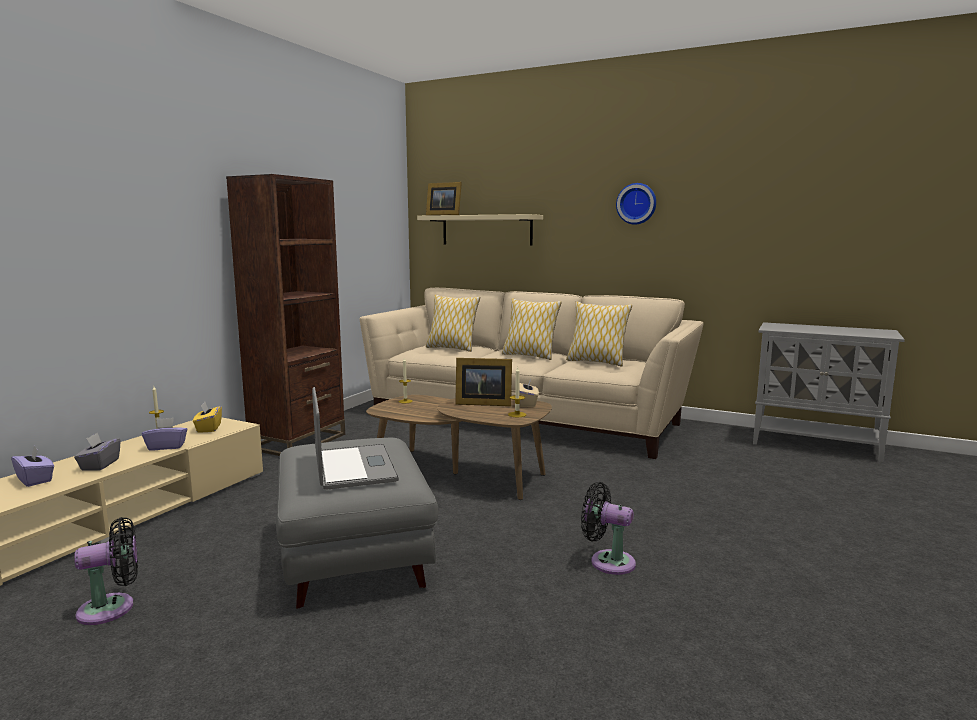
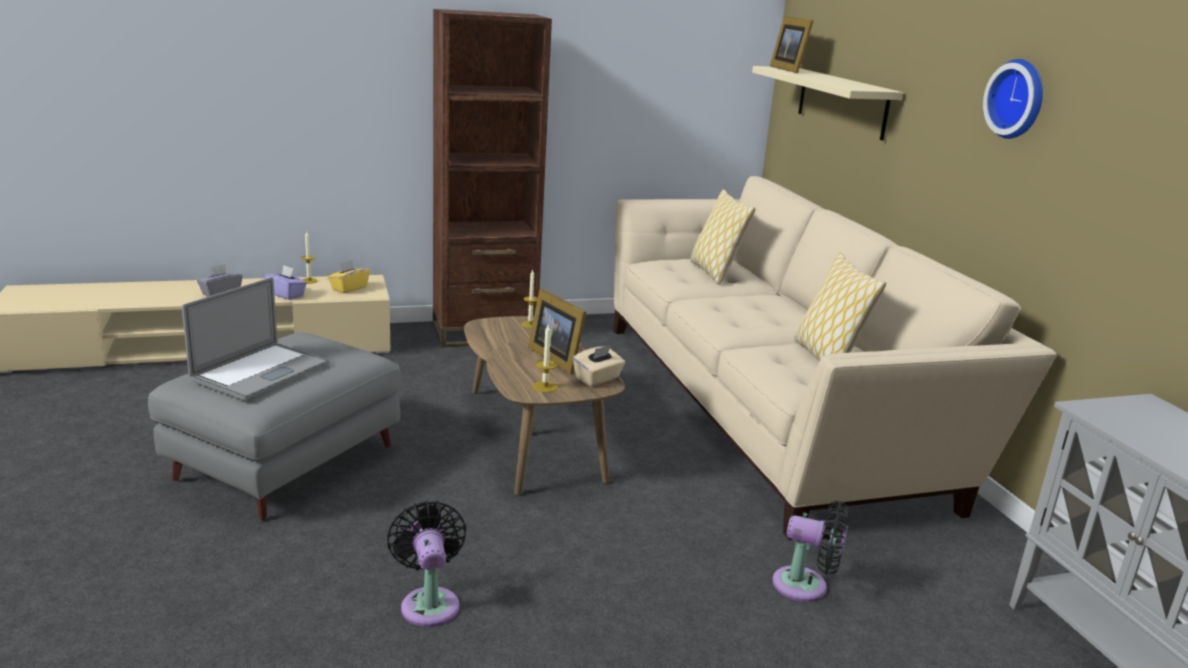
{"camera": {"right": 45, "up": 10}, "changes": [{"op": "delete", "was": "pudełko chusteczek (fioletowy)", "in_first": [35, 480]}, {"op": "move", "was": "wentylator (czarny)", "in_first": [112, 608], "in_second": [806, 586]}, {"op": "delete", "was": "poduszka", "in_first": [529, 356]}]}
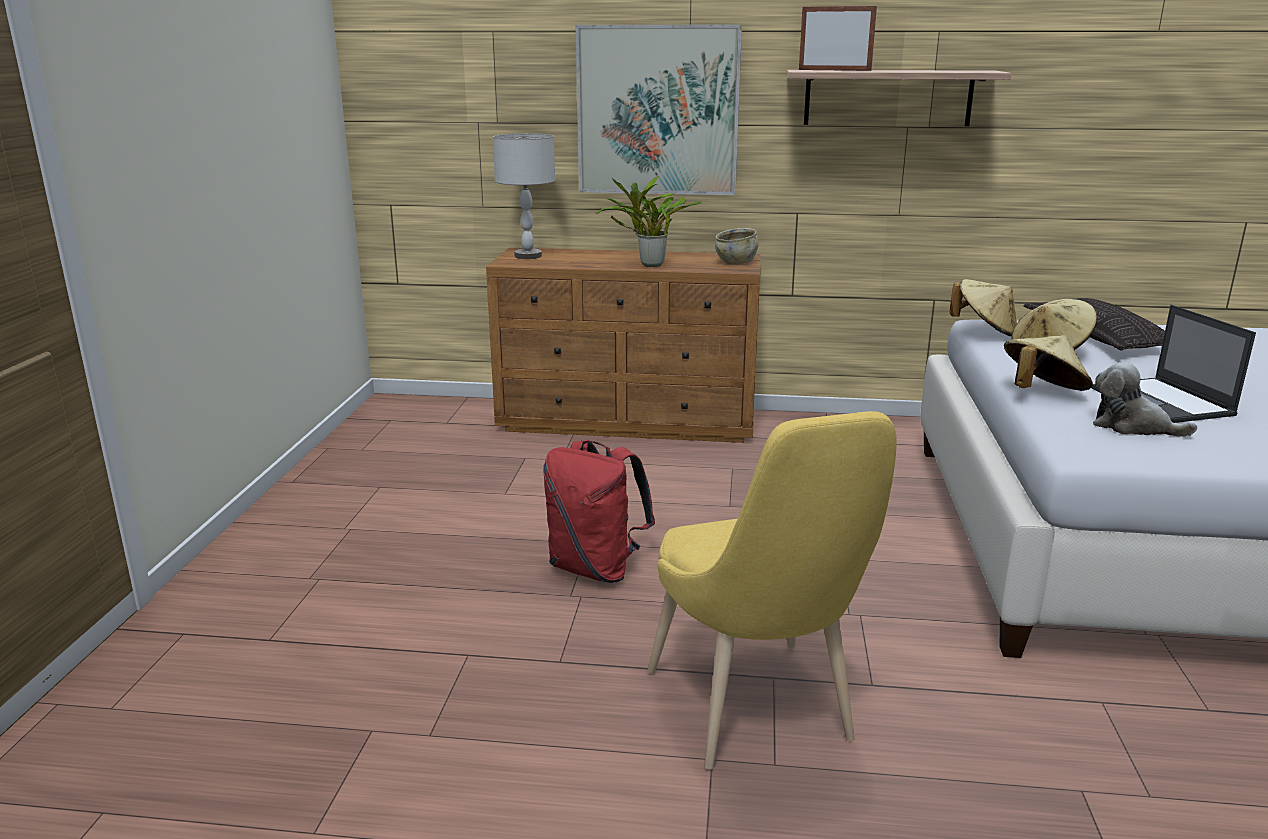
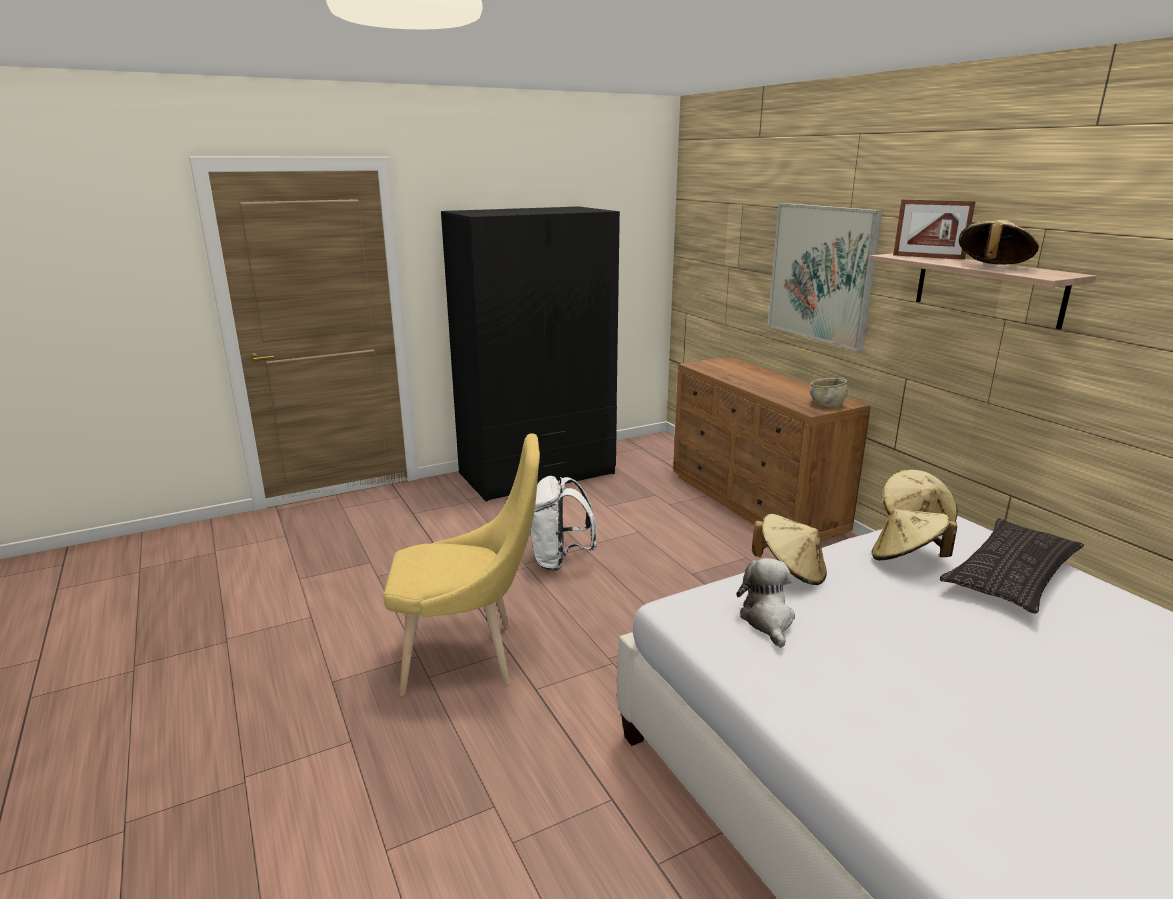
{"camera": {"right": 55, "up": 0}, "changes": [{"op": "delete", "was": "lampa stołowa (szary)", "in_first": [527, 256]}, {"op": "recolor", "was": "plecak (czerwony)", "now": "plecak (biały)", "in_first": [596, 568], "in_second": [560, 560]}, {"op": "delete", "was": "roślina doniczkowa", "in_first": [648, 264]}, {"op": "rotate", "was": "krzesło (żółty)", "in_first": [755, 713], "in_second": [469, 656], "clockwise": -135}, {"op": "rotate", "was": "ramka na zdjęcie", "in_first": [834, 70], "in_second": [928, 257], "clockwise": 135}, {"op": "delete", "was": "laptop", "in_first": [1163, 402]}, {"op": "insert", "now": "szafa (czarny)", "in_second": [538, 473]}, {"op": "insert", "now": "kapelusz (beżowy)", "in_second": [992, 267]}]}
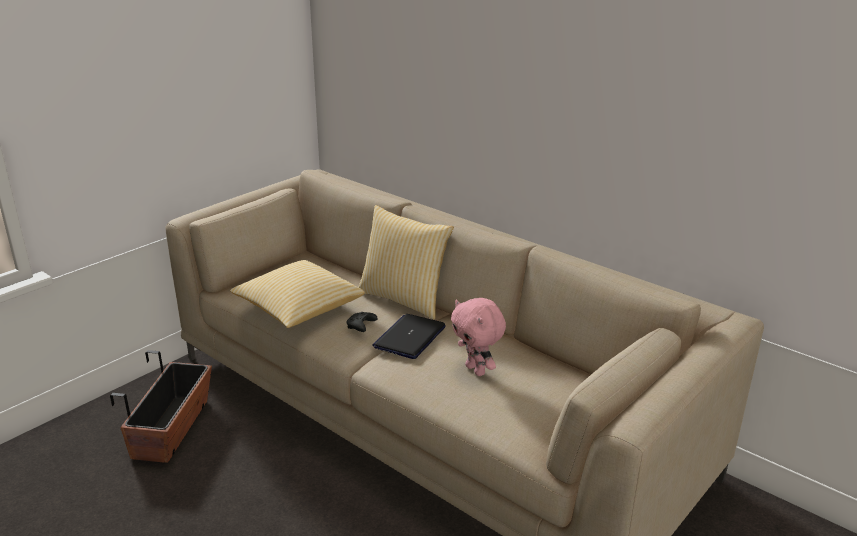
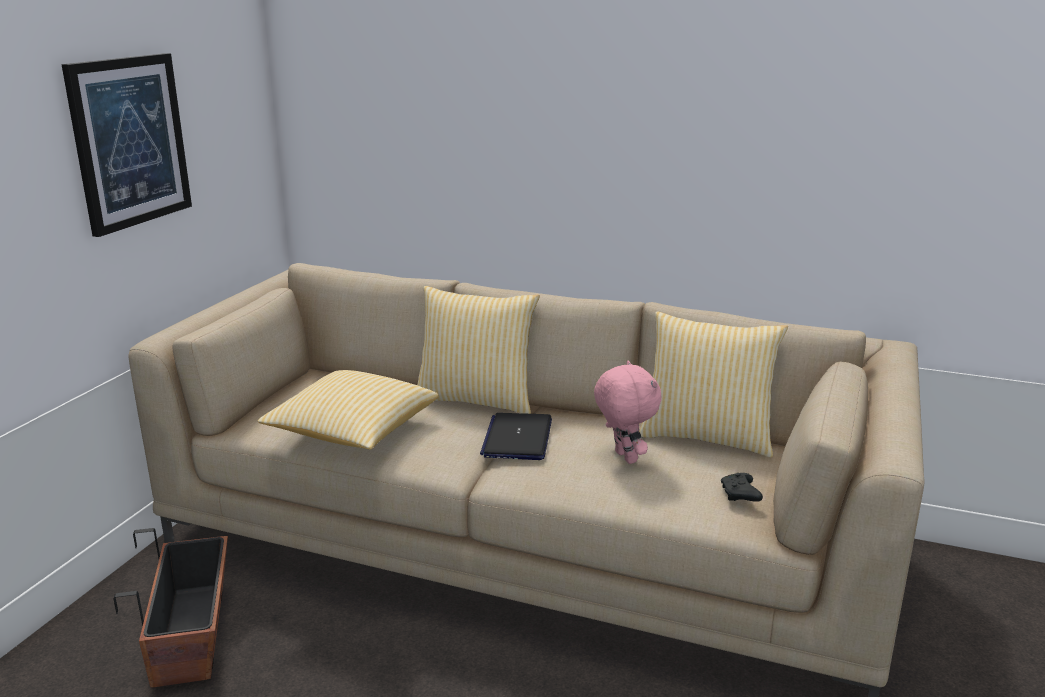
{"camera": {"right": -20, "up": -5}, "changes": [{"op": "move", "was": "pad do gier (czarny)", "in_first": [361, 327], "in_second": [740, 495]}, {"op": "rotate", "was": "pluszak (różowy)", "in_first": [476, 370], "in_second": [623, 457], "clockwise": -150}, {"op": "insert", "now": "obraz", "in_second": [129, 141]}, {"op": "insert", "now": "poduszka", "in_second": [707, 436]}]}
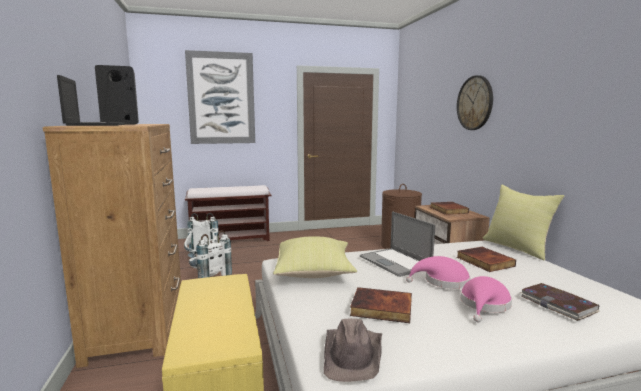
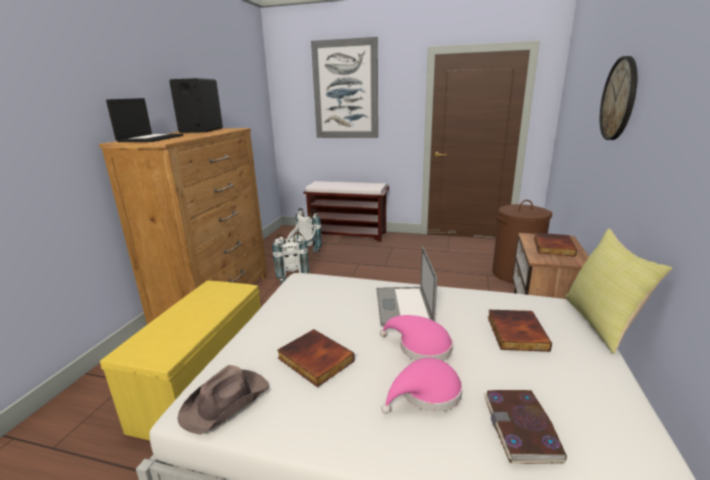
{"camera": {"right": 30, "up": 10}, "changes": [{"op": "delete", "was": "poduszka (żółty)", "in_first": [314, 273]}]}
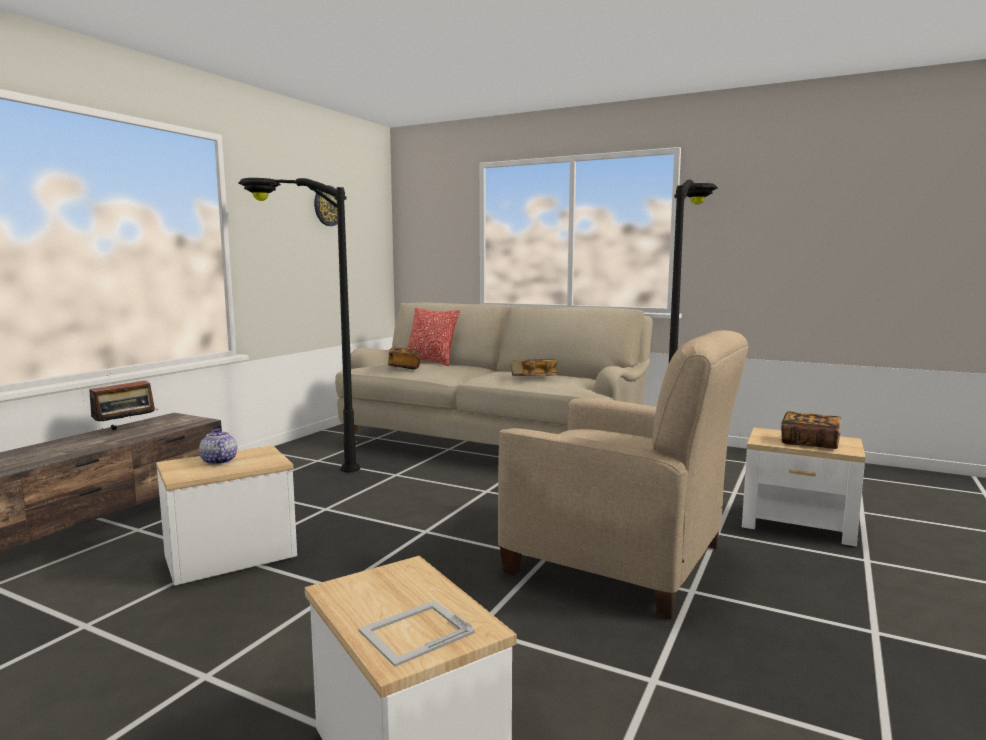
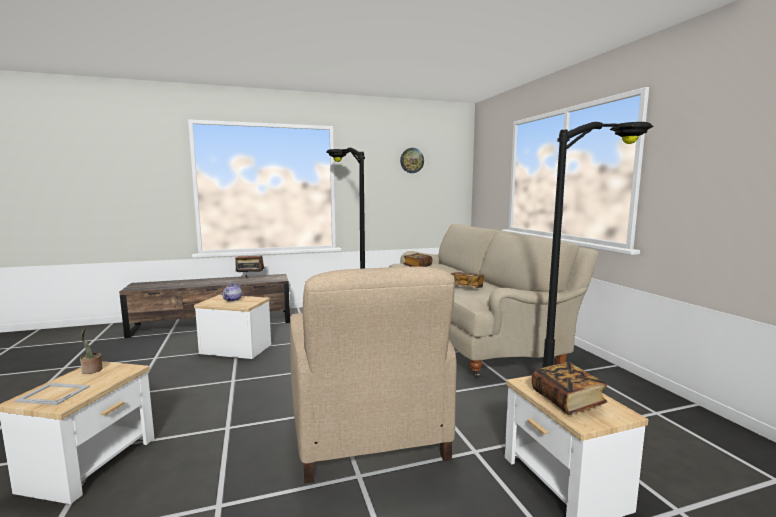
{"camera": {"right": 45, "up": 0}, "changes": [{"op": "delete", "was": "poduszka", "in_first": [431, 362]}, {"op": "insert", "now": "roślina doniczkowa", "in_second": [92, 371]}]}
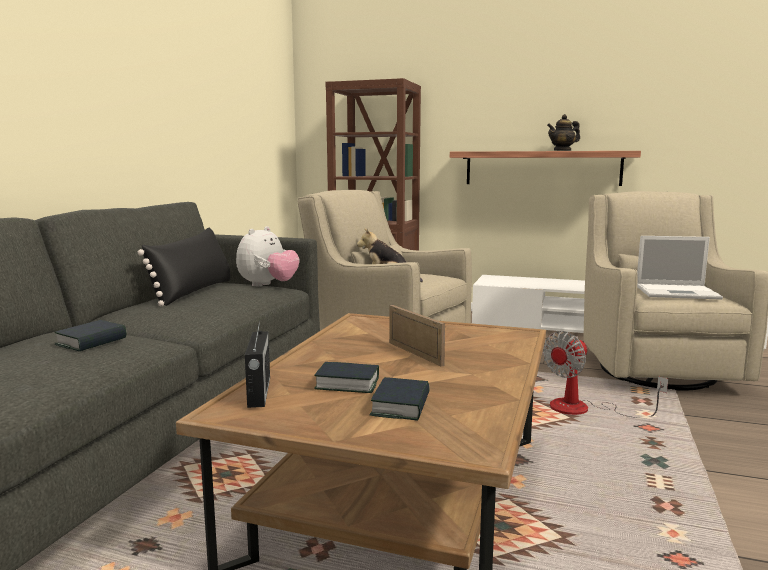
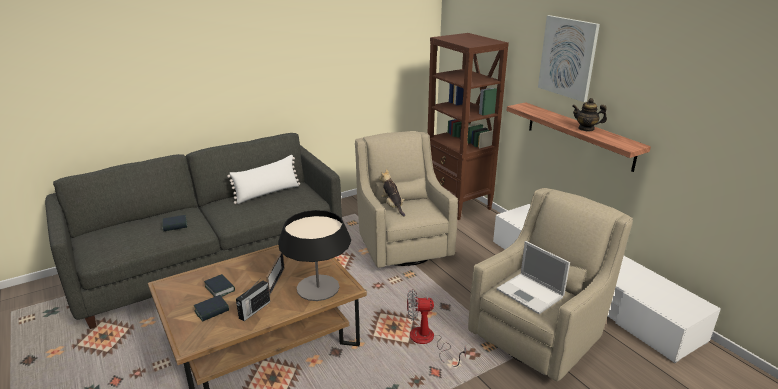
{"camera": {"right": 40, "up": 15}, "changes": [{"op": "recolor", "was": "poduszka (czarny)", "now": "poduszka (biały)", "in_first": [193, 292], "in_second": [267, 193]}, {"op": "delete", "was": "pluszak", "in_first": [268, 286]}, {"op": "move", "was": "radio", "in_first": [258, 392], "in_second": [254, 310]}, {"op": "insert", "now": "lampa stołowa", "in_second": [318, 287]}, {"op": "insert", "now": "obraz", "in_second": [568, 57]}]}
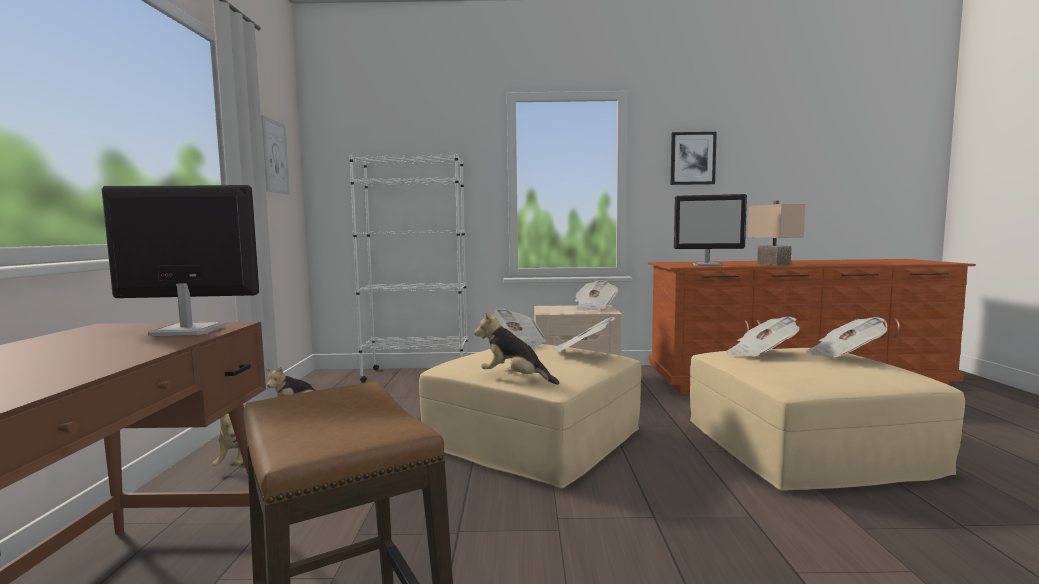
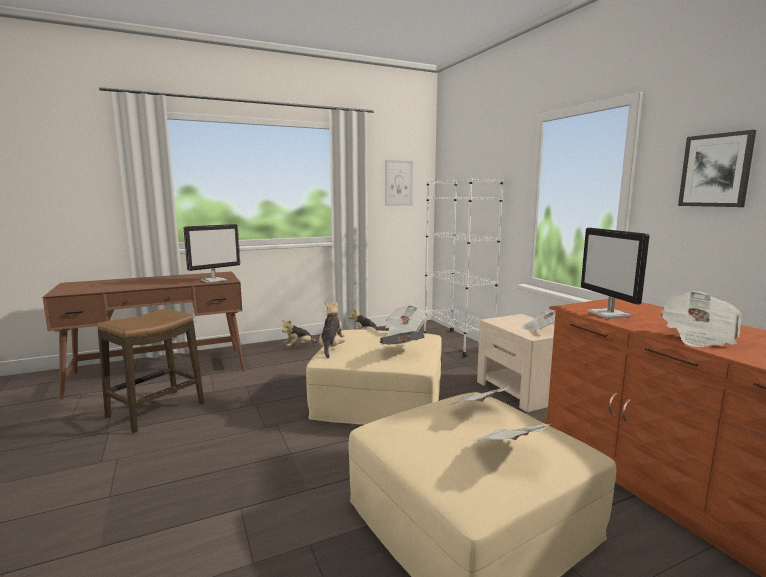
{"camera": {"right": 65, "up": 5}, "changes": [{"op": "rotate", "was": "monitor", "in_first": [187, 331], "in_second": [214, 280], "clockwise": 75}, {"op": "replace", "was": "lampa stołowa (beżowy)", "now": "gazeta", "in_first": [775, 264], "in_second": [697, 337]}]}
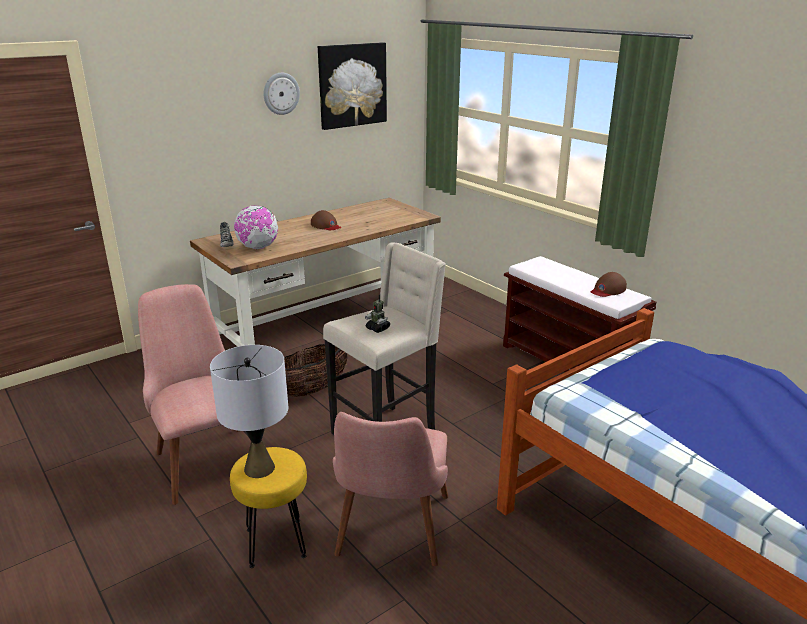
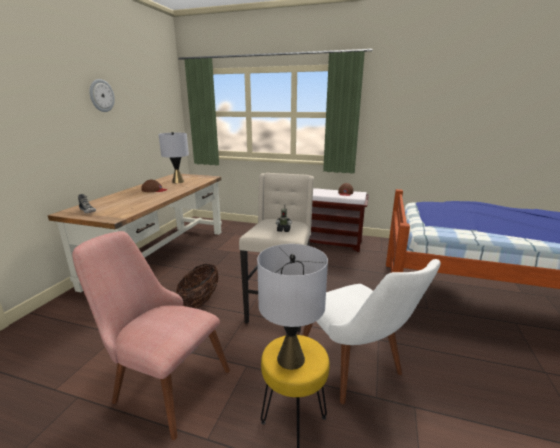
{"camera": {"right": -35, "up": -5}, "changes": [{"op": "delete", "was": "globus", "in_first": [258, 247]}, {"op": "delete", "was": "obraz", "in_first": [352, 85]}, {"op": "recolor", "was": "krzesło (różowy)", "now": "krzesło (biały)", "in_first": [390, 536], "in_second": [357, 370]}, {"op": "insert", "now": "lampa stołowa (szary)", "in_second": [178, 182]}]}
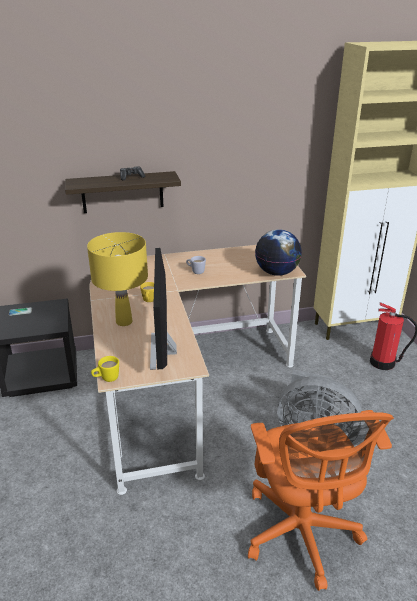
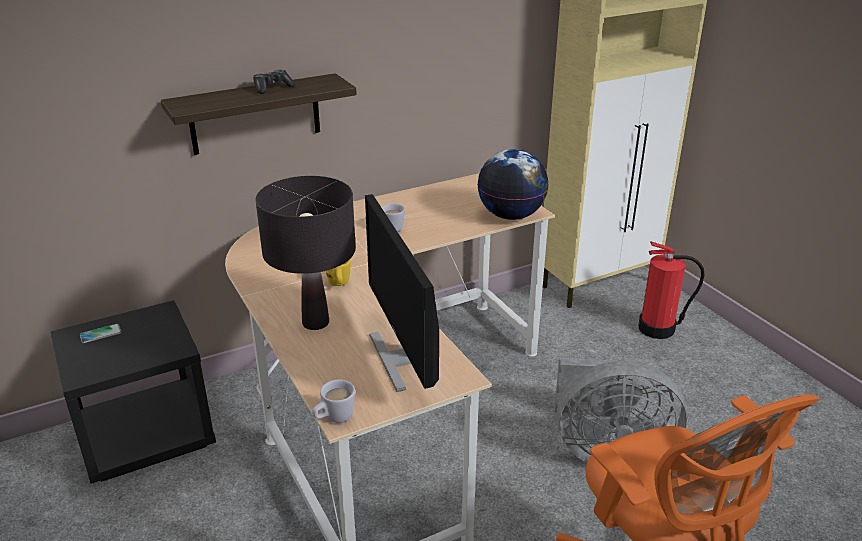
{"camera": {"right": -15, "up": 0}, "changes": [{"op": "recolor", "was": "lampa stołowa (żółty)", "now": "lampa stołowa (czarny)", "in_first": [124, 322], "in_second": [316, 323]}, {"op": "recolor", "was": "kubek (żółty)", "now": "kubek (biały)", "in_first": [106, 379], "in_second": [334, 419]}]}
